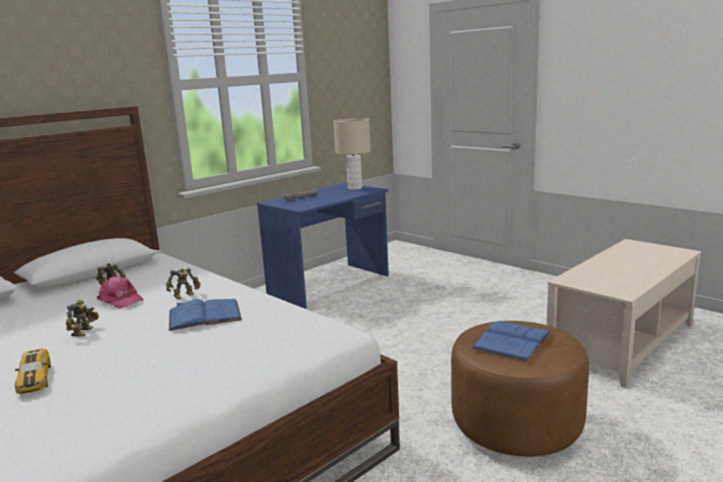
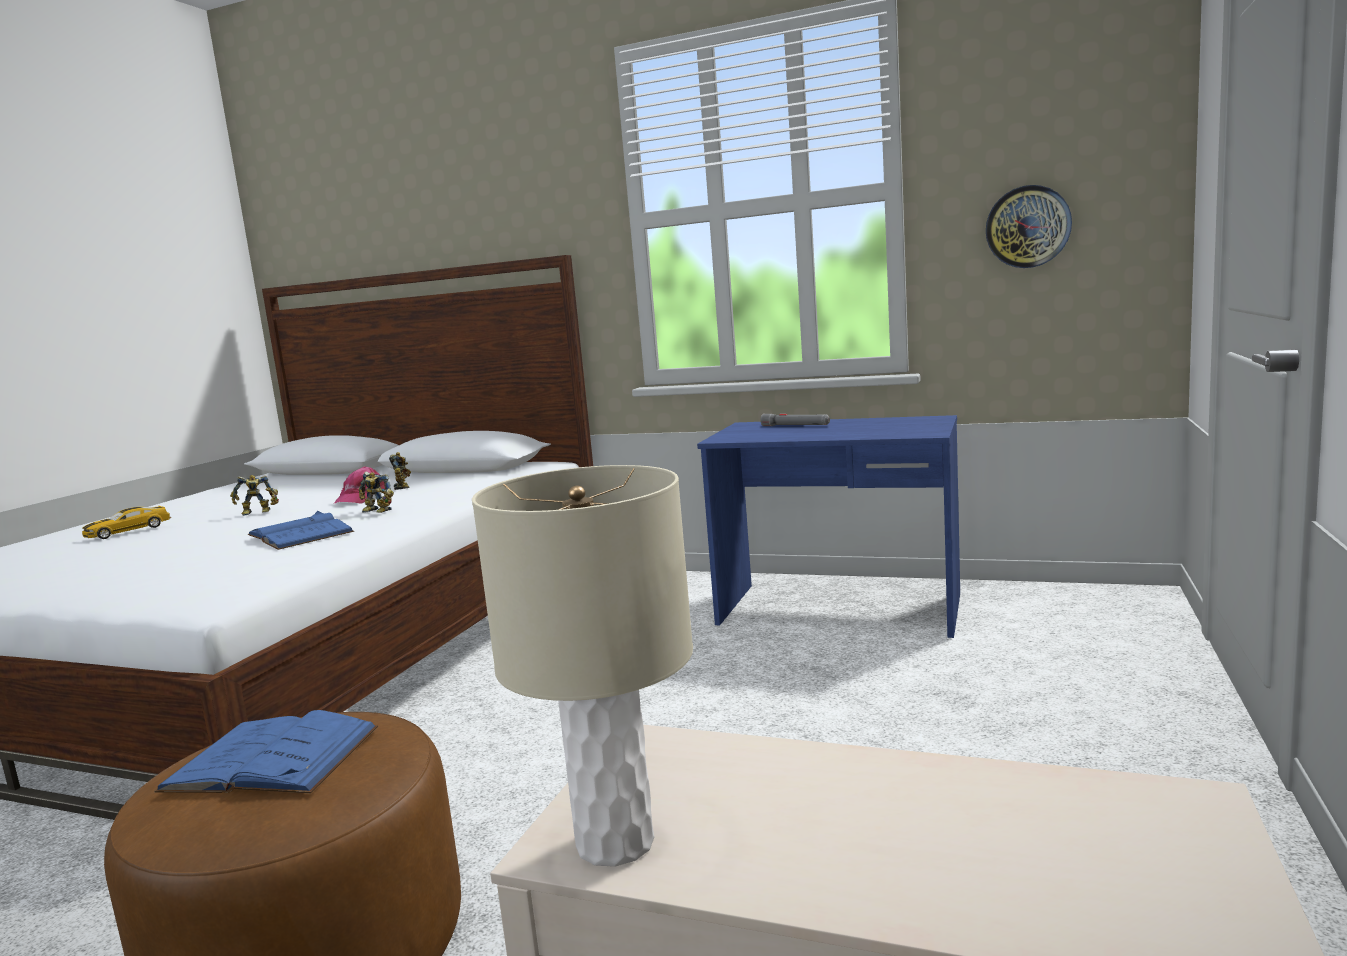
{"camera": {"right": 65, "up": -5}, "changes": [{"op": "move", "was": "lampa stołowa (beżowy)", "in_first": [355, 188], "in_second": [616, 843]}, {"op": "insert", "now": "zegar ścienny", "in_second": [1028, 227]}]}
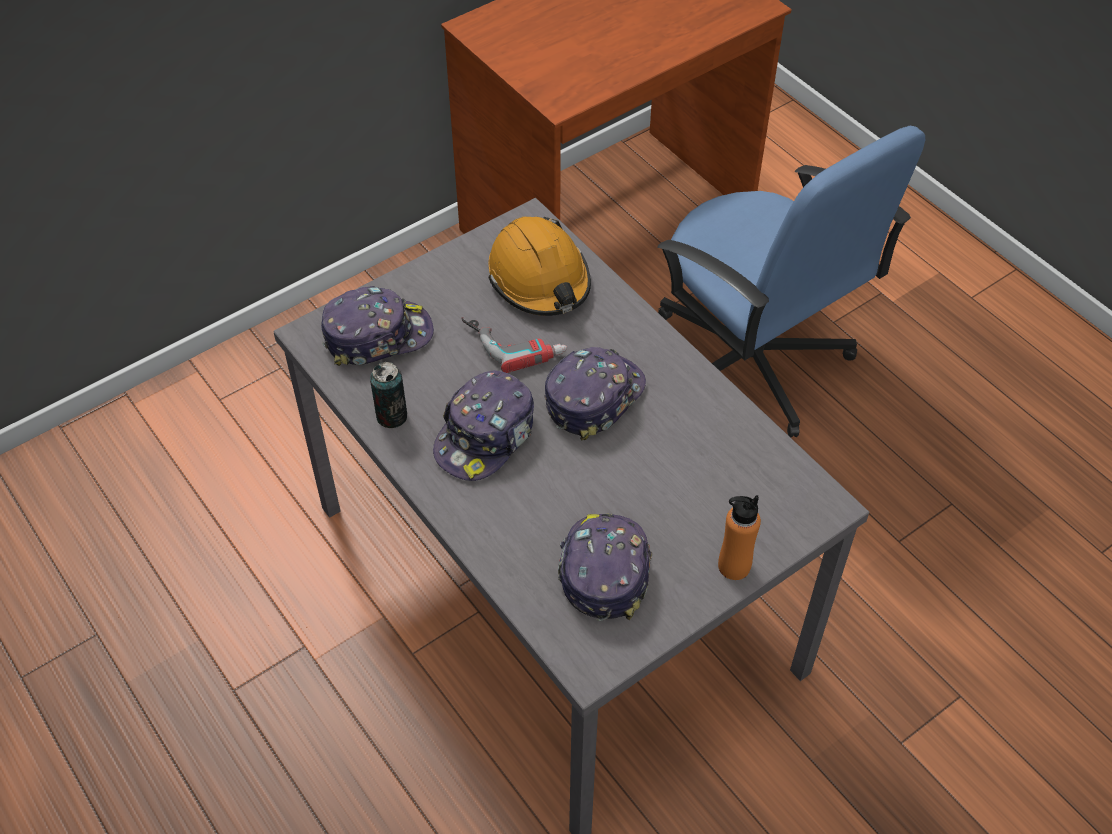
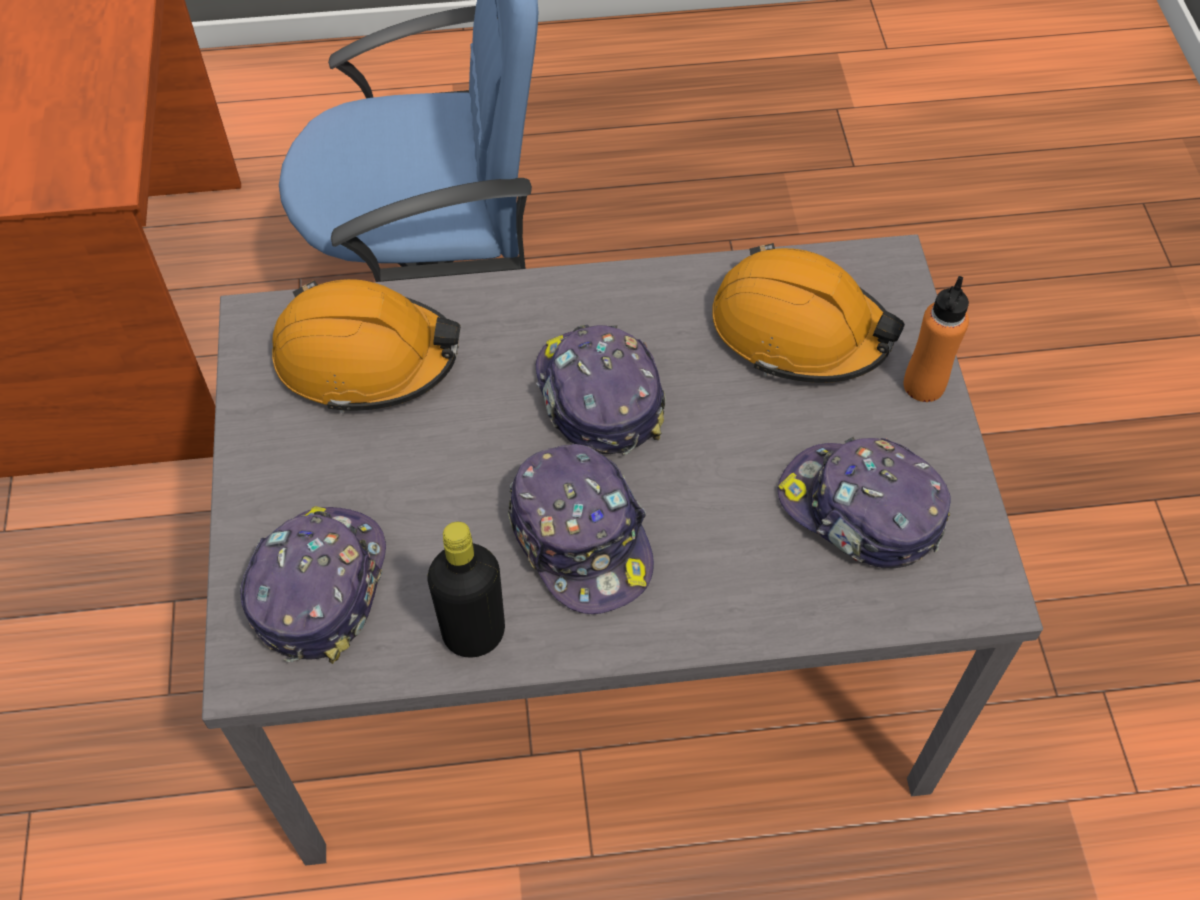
{"camera": {"right": -60, "up": 5}, "changes": [{"op": "replace", "was": "puszka", "now": "butelka (czarny)", "in_first": [391, 416], "in_second": [474, 633]}, {"op": "delete", "was": "wiertarka", "in_first": [514, 340]}, {"op": "insert", "now": "kask (pomarańczowy)", "in_second": [799, 330]}]}
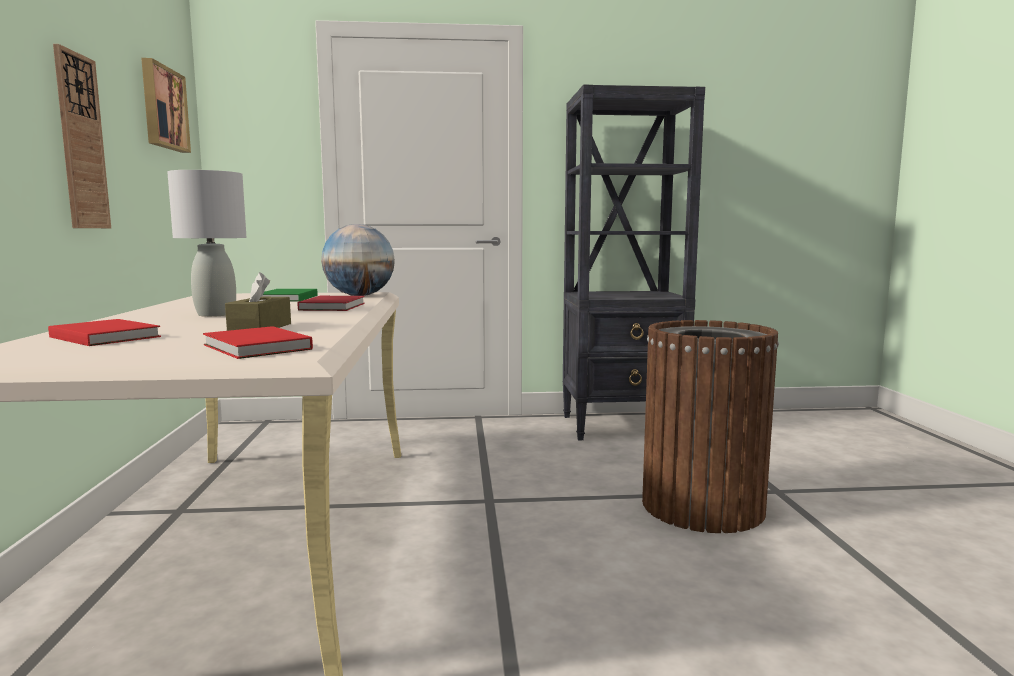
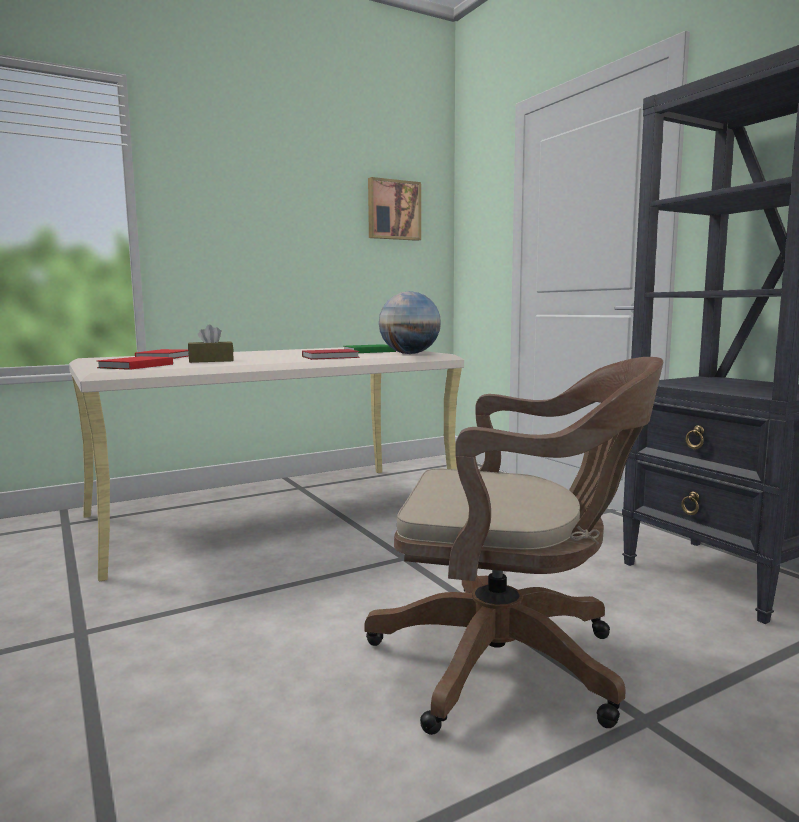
{"camera": {"right": 65, "up": 0}, "changes": [{"op": "delete", "was": "zegar ścienny", "in_first": [81, 142]}, {"op": "delete", "was": "lampa stołowa (szary)", "in_first": [216, 314]}, {"op": "replace", "was": "kosz na śmieci (brązowy)", "now": "krzesło biurowe (brązowy)", "in_first": [702, 506], "in_second": [511, 663]}]}
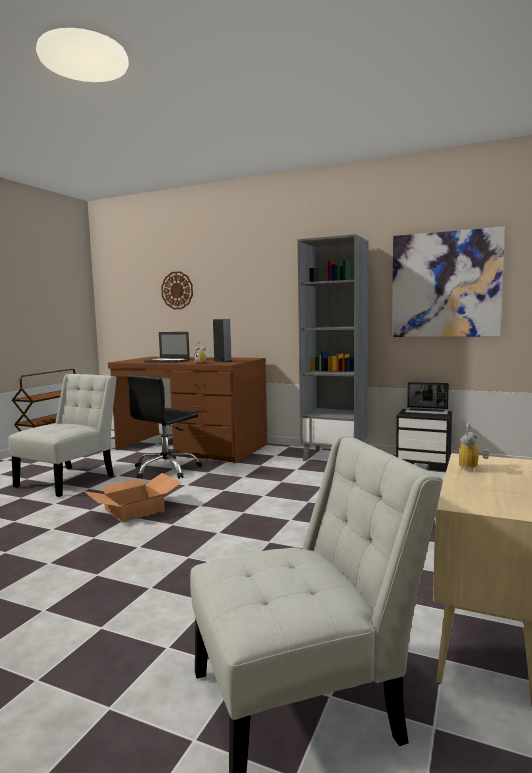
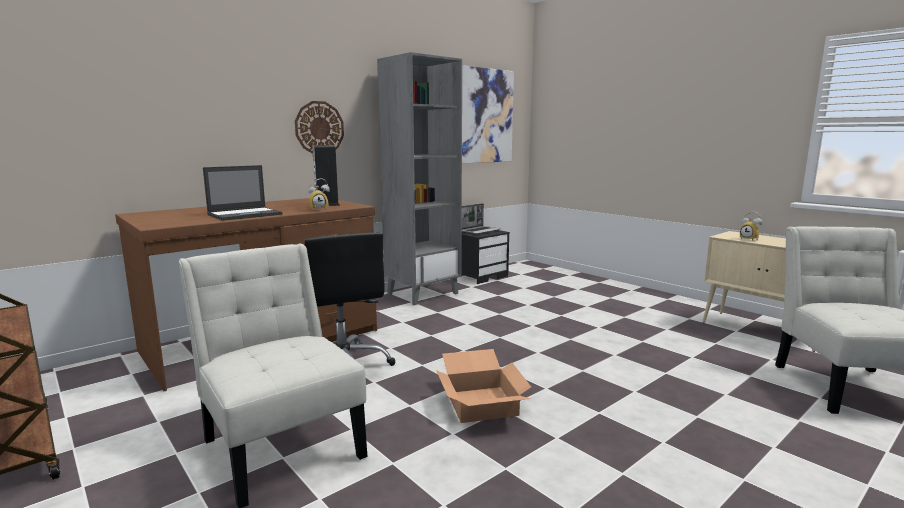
{"camera": {"right": -65, "up": 5}, "changes": [{"op": "move", "was": "zegar ścienny", "in_first": [177, 290], "in_second": [319, 128]}]}
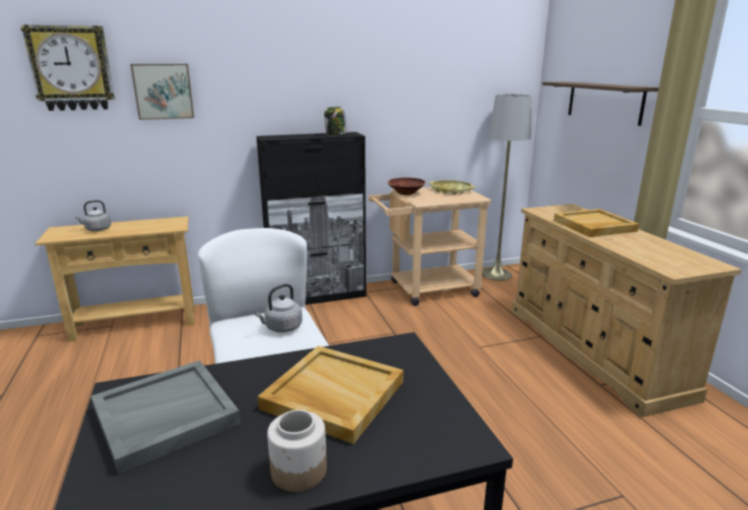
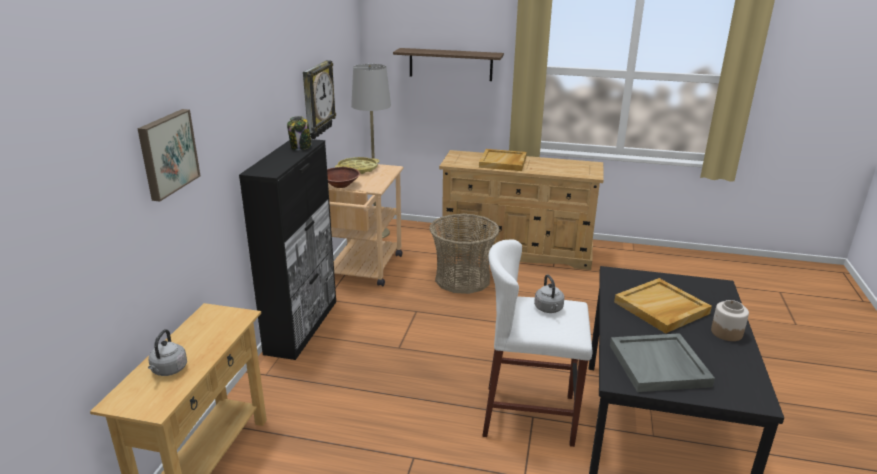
{"camera": {"right": -60, "up": 5}, "changes": [{"op": "move", "was": "zegar ścienny", "in_first": [72, 68], "in_second": [316, 99]}, {"op": "insert", "now": "koszyk", "in_second": [462, 279]}]}
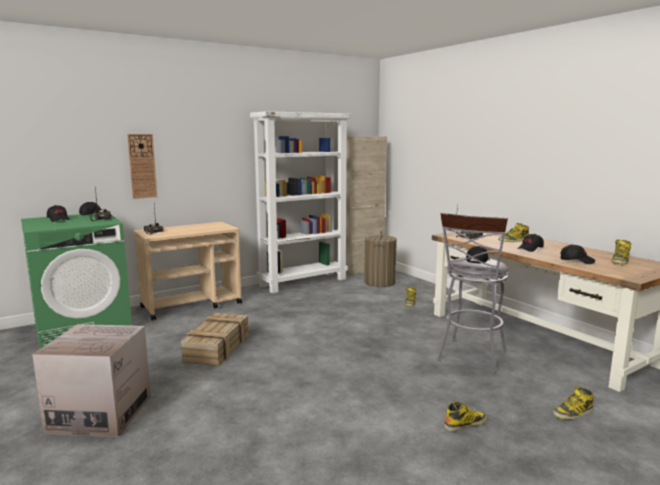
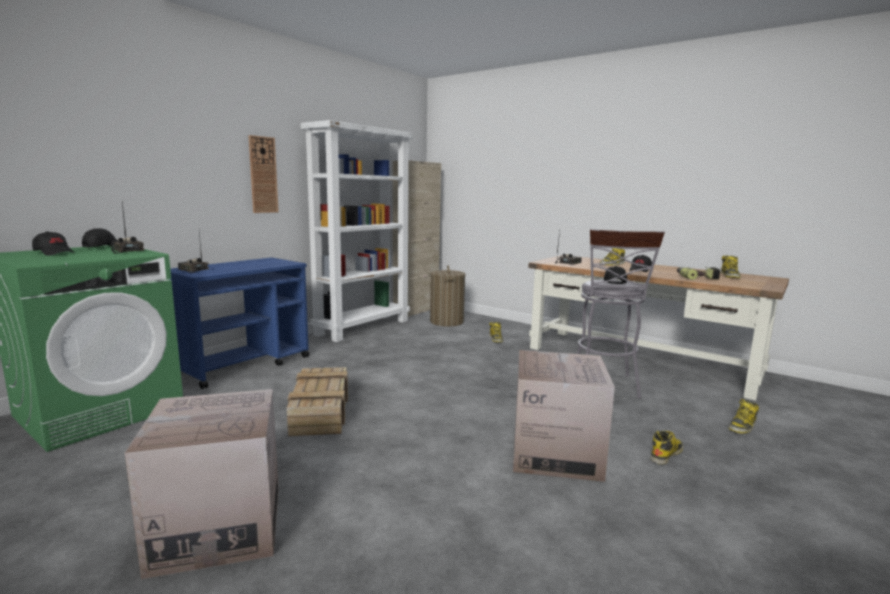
{"camera": {"right": -20, "up": 0}, "changes": [{"op": "move", "was": "zegar ścienny", "in_first": [142, 166], "in_second": [263, 175]}, {"op": "recolor", "was": "wózek (beżowy)", "now": "wózek (niebieski)", "in_first": [192, 305], "in_second": [245, 365]}, {"op": "replace", "was": "czapka z daszkiem (czarny)", "now": "wiertarka", "in_first": [576, 261], "in_second": [697, 277]}, {"op": "insert", "now": "karton", "in_second": [555, 453]}]}
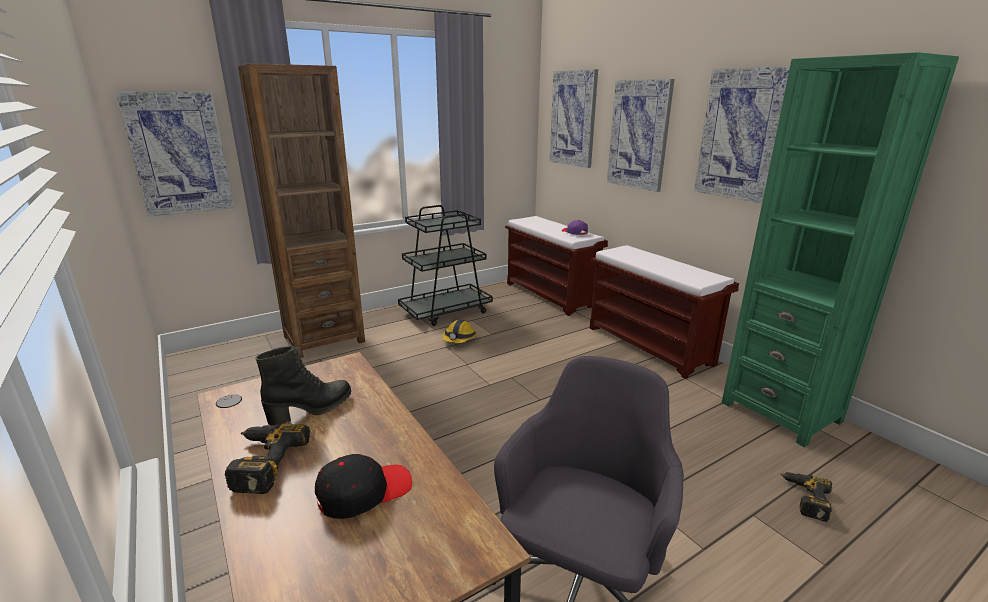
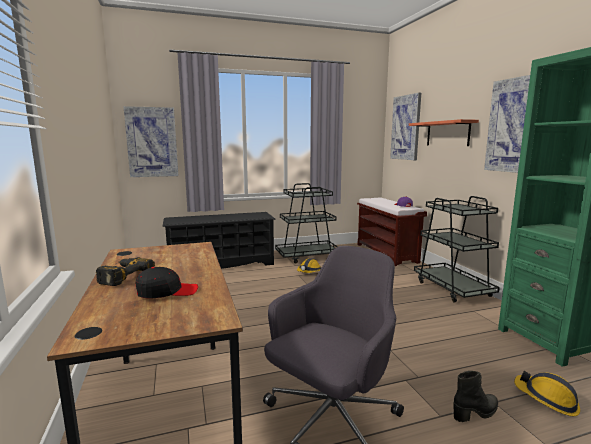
{"camera": {"right": 15, "up": -10}, "changes": [{"op": "replace", "was": "regał (brązowy)", "now": "regał na buty (czarny)", "in_first": [324, 339], "in_second": [221, 264]}, {"op": "move", "was": "but z cholewką (czarny)", "in_first": [311, 409], "in_second": [476, 413]}, {"op": "replace", "was": "ławka (brązowy)", "now": "wózek (czarny)", "in_first": [650, 345], "in_second": [452, 288]}, {"op": "replace", "was": "obraz", "now": "półka", "in_first": [639, 135], "in_second": [447, 133]}, {"op": "replace", "was": "wiertarka", "now": "kask", "in_first": [804, 498], "in_second": [546, 399]}]}
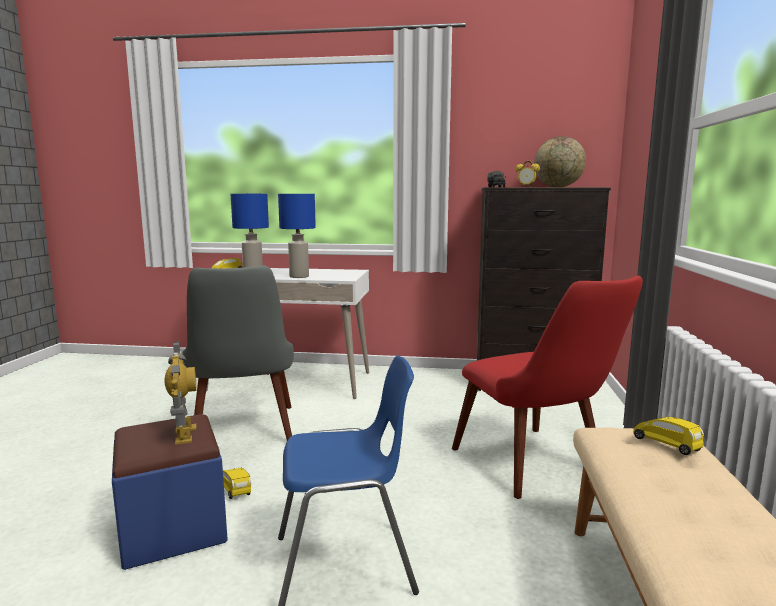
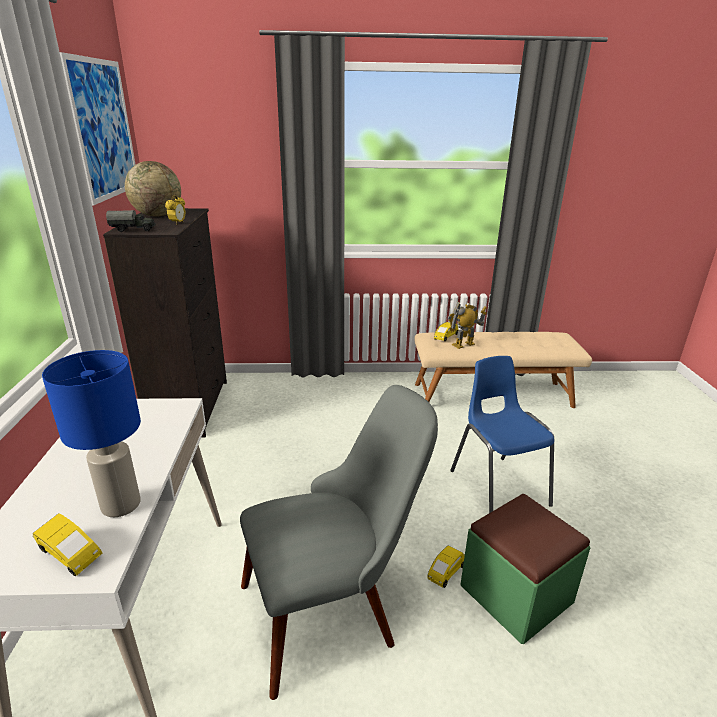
{"camera": {"right": -100, "up": 15}, "changes": [{"op": "recolor", "was": "pufa (niebieski)", "now": "pufa (zielony)", "in_first": [173, 529], "in_second": [516, 594]}, {"op": "move", "was": "robot zabawkowy", "in_first": [184, 434], "in_second": [463, 345]}, {"op": "delete", "was": "lampa stołowa (niebieski)", "in_first": [298, 276]}, {"op": "delete", "was": "krzesło (czerwony)", "in_first": [539, 468]}, {"op": "insert", "now": "obraz", "in_second": [103, 129]}]}
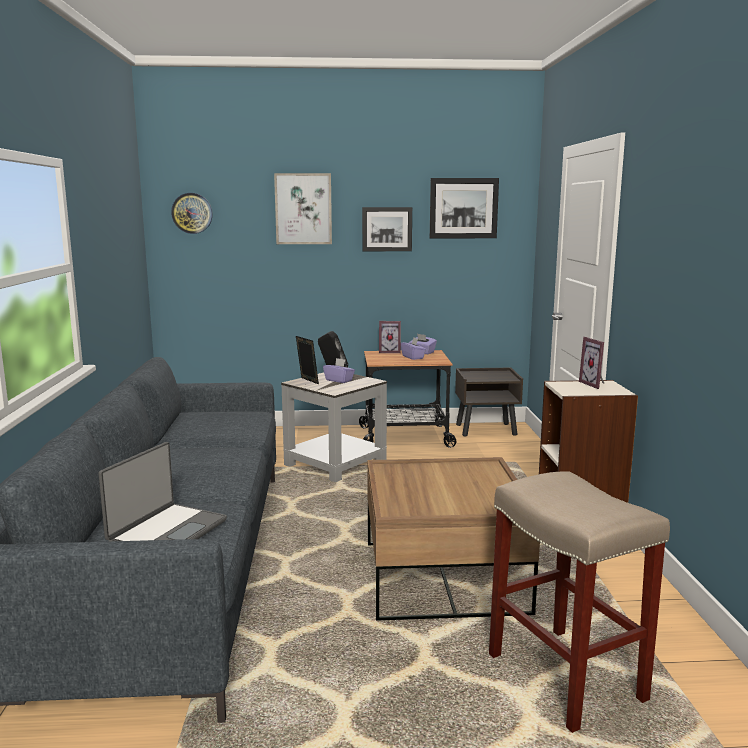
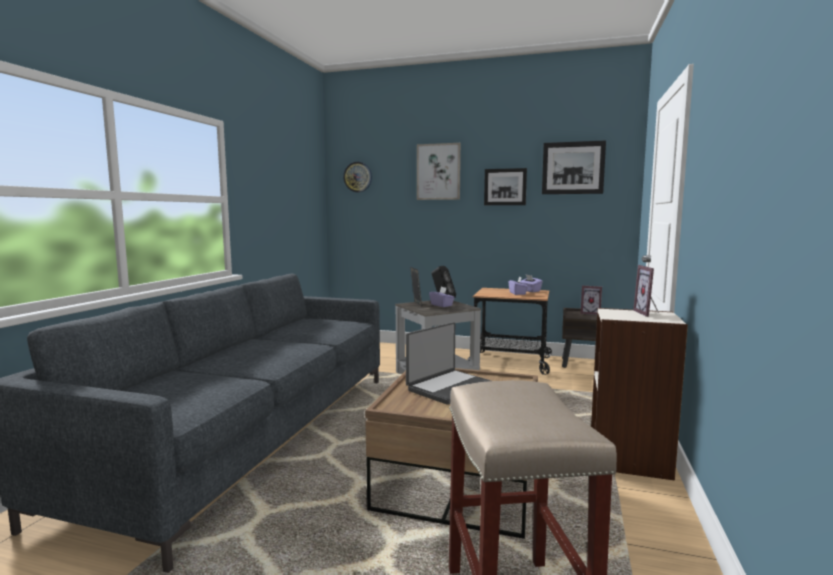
{"camera": {"right": 20, "up": -5}, "changes": [{"op": "move", "was": "laptop", "in_first": [166, 532], "in_second": [449, 387]}, {"op": "move", "was": "ramka na zdjęcie", "in_first": [389, 351], "in_second": [590, 313]}]}
